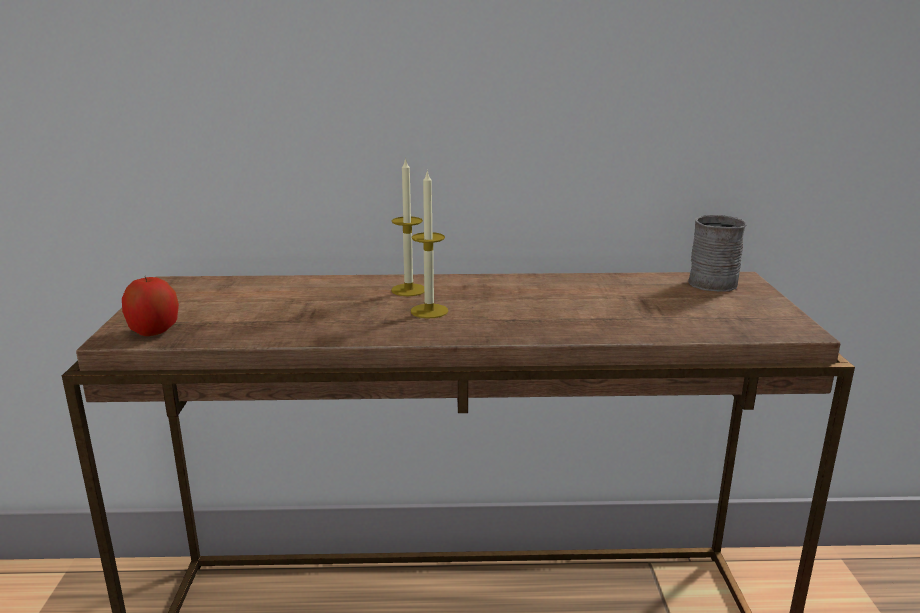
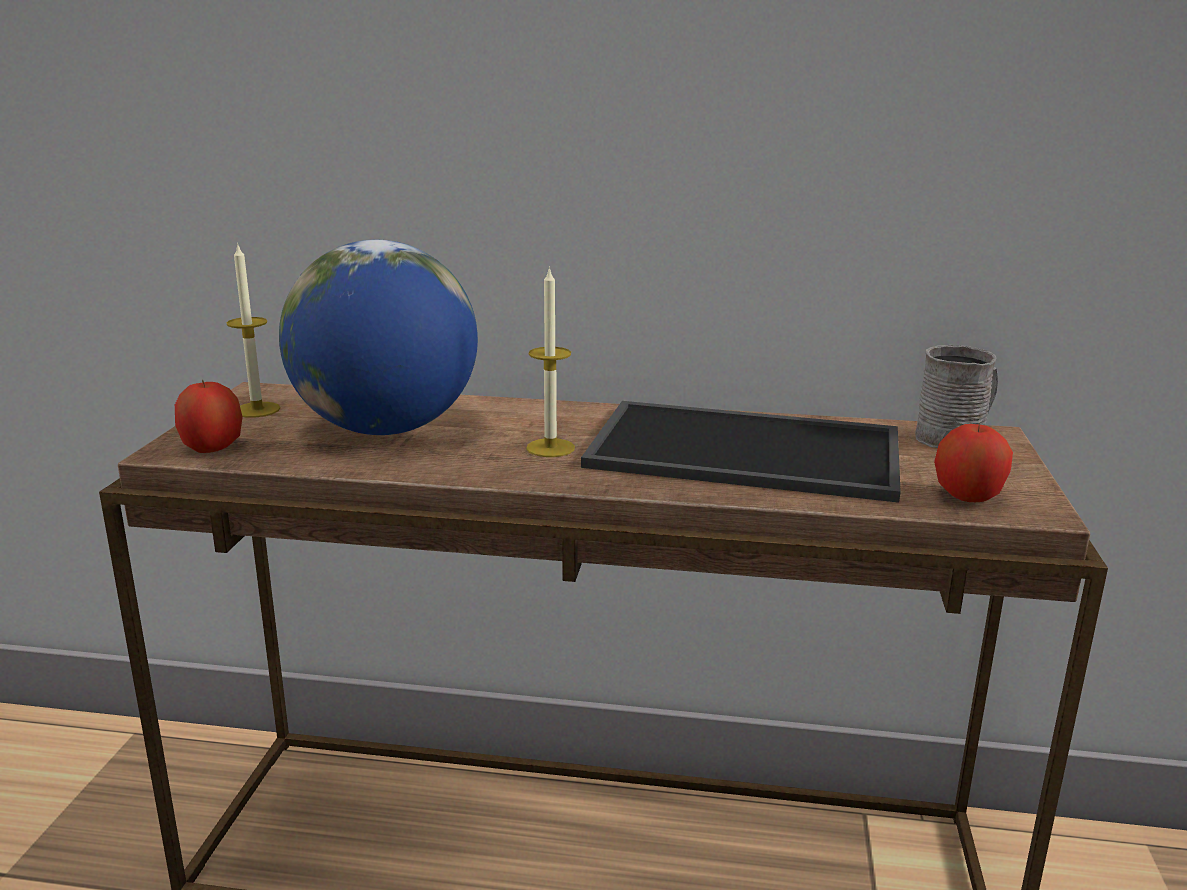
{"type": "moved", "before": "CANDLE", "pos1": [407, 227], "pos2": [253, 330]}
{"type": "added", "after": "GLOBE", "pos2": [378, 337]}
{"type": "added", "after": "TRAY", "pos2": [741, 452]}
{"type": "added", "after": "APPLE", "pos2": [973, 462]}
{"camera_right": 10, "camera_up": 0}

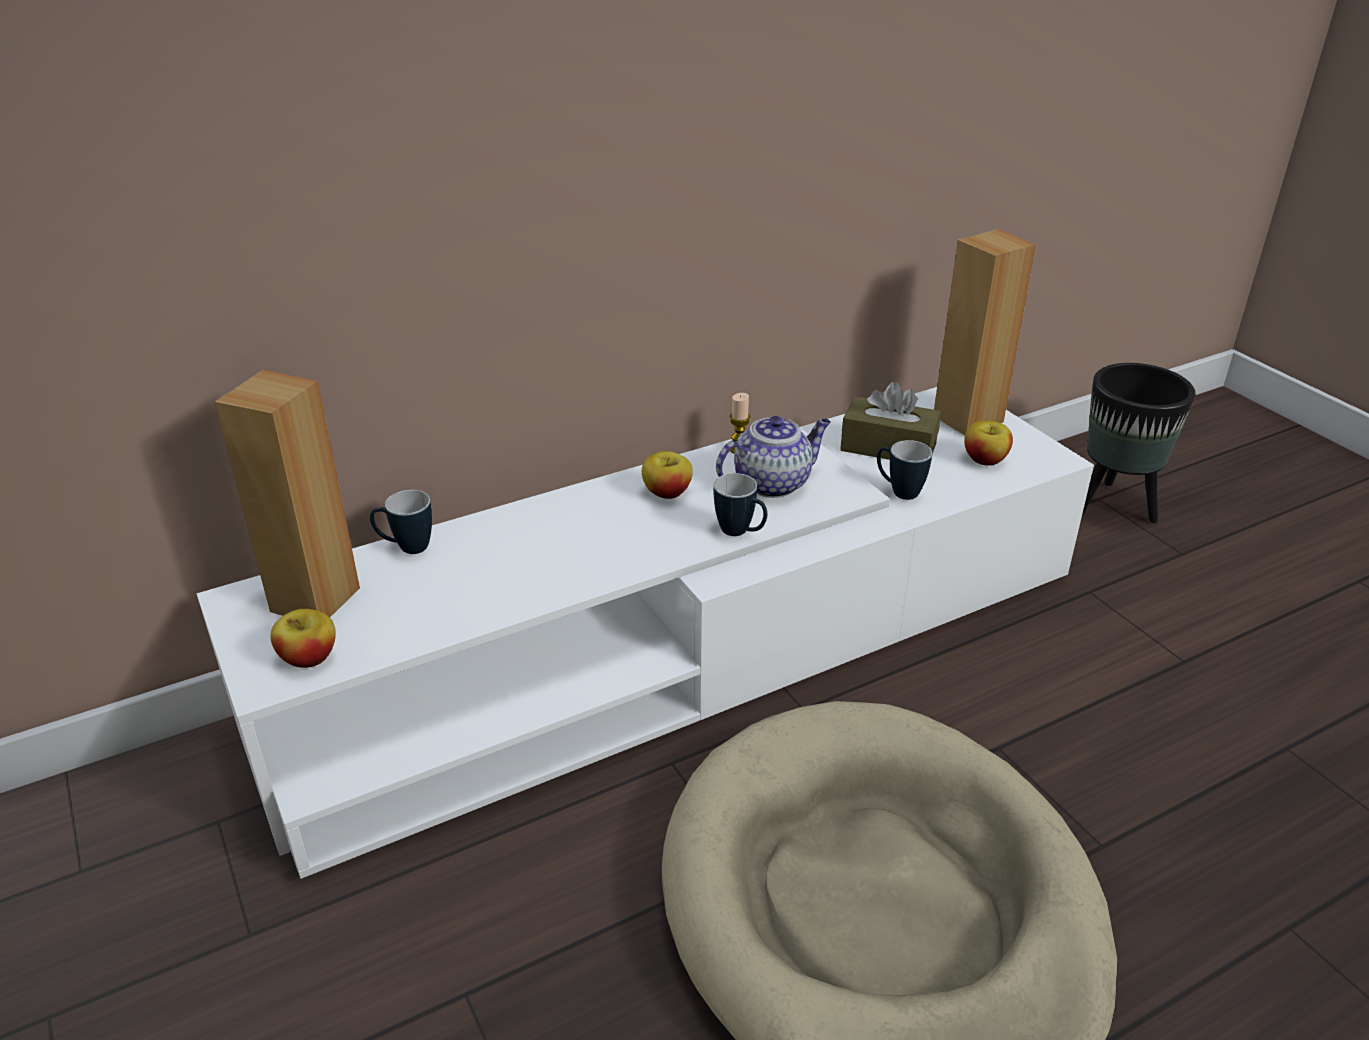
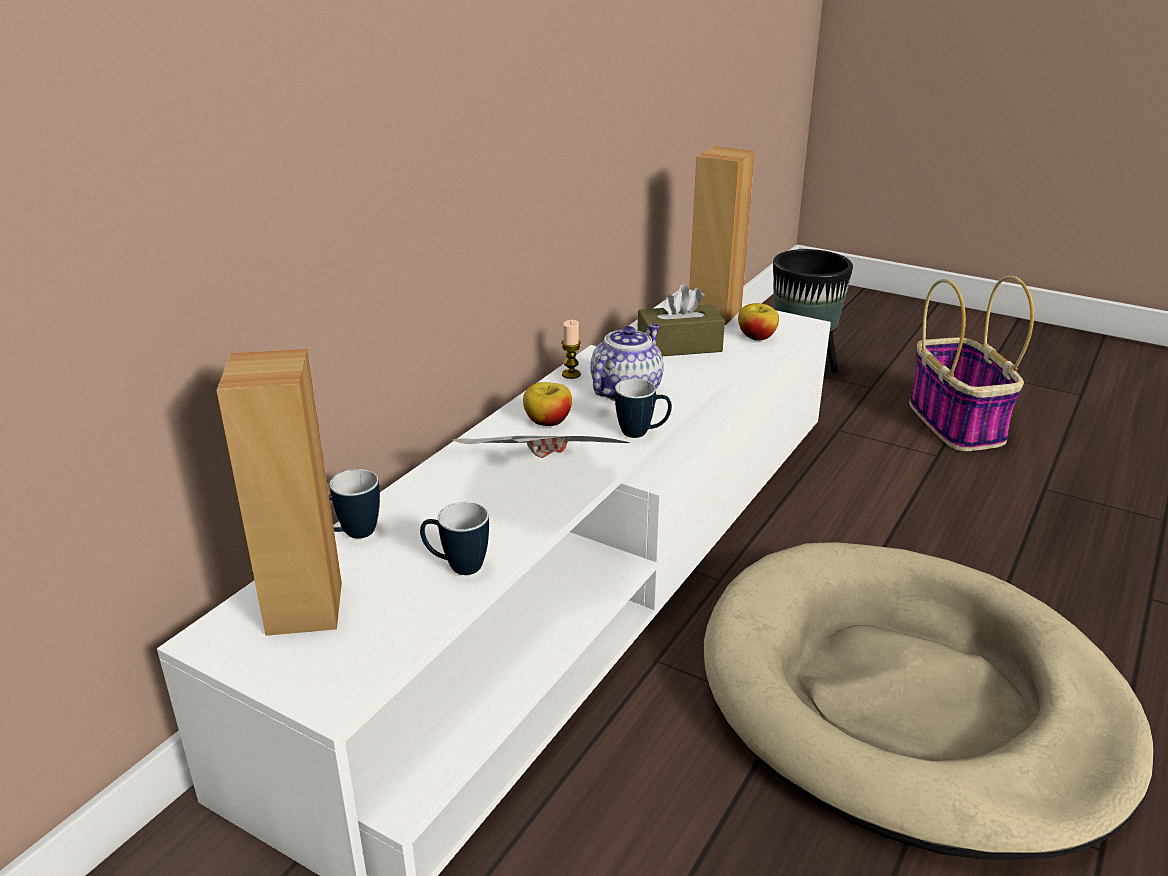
{"type": "moved", "before": "MUG", "pos1": [904, 470], "pos2": [454, 538]}
{"type": "added", "after": "NEWSPAPER", "pos2": [541, 447]}
{"type": "added", "after": "BASKET", "pos2": [971, 363]}
{"type": "removed", "before": "APPLE", "pos1": [303, 638]}
{"camera_right": -30, "camera_up": -5}

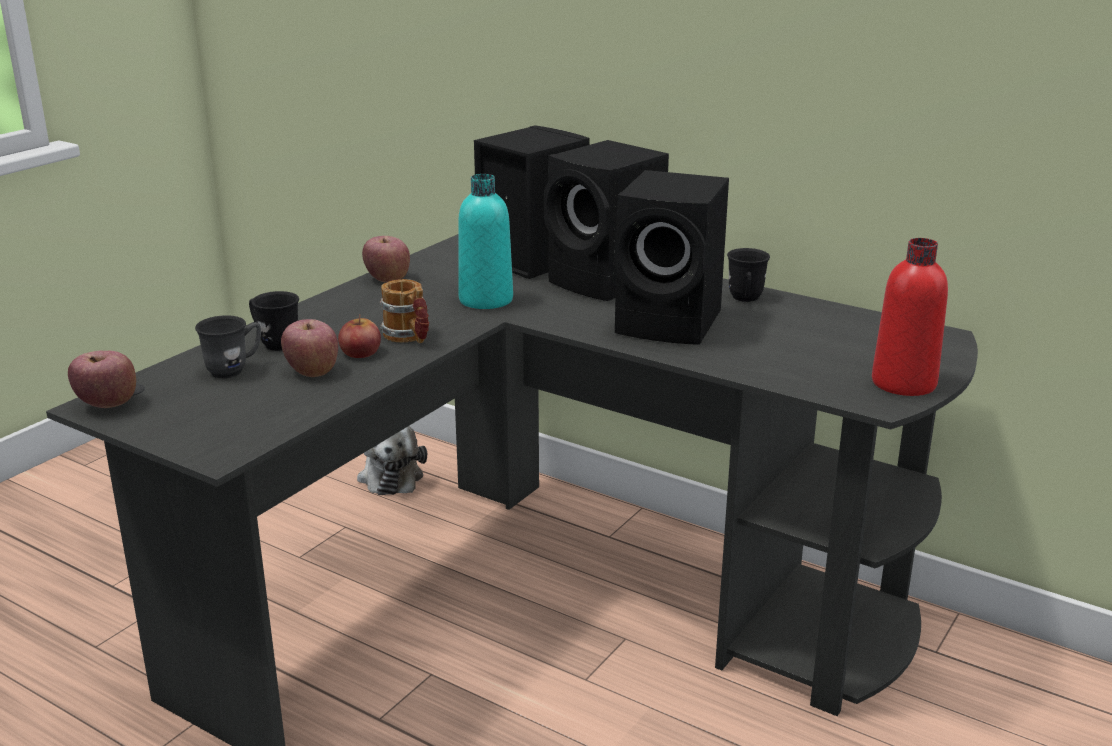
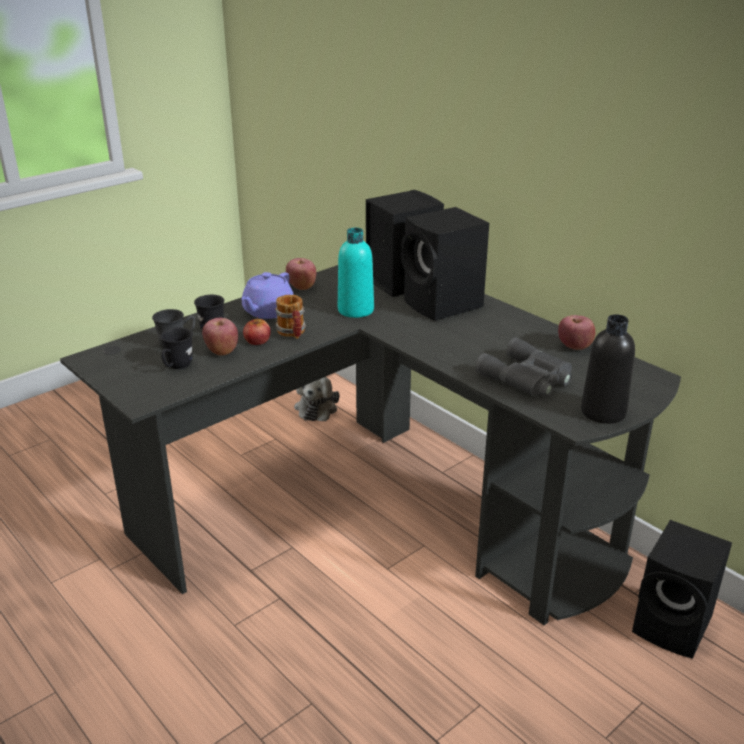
{"type": "moved", "before": "BLACK MUG", "pos1": [748, 275], "pos2": [176, 348]}
{"type": "added", "after": "PURPLE TEAPOT", "pos2": [267, 295]}
{"type": "added", "after": "GREY BINOCULARS", "pos2": [523, 367]}
{"type": "moved", "before": "APPLE", "pos1": [102, 379], "pos2": [576, 332]}
{"type": "recoloured", "before": "RED BOTTLE", "after": "BLACK BOTTLE", "pos1": [910, 317], "pos2": [608, 369]}
{"type": "moved", "before": "BLACK SPEAKER", "pos1": [671, 257], "pos2": [682, 589]}
{"camera_right": 15, "camera_up": 5}

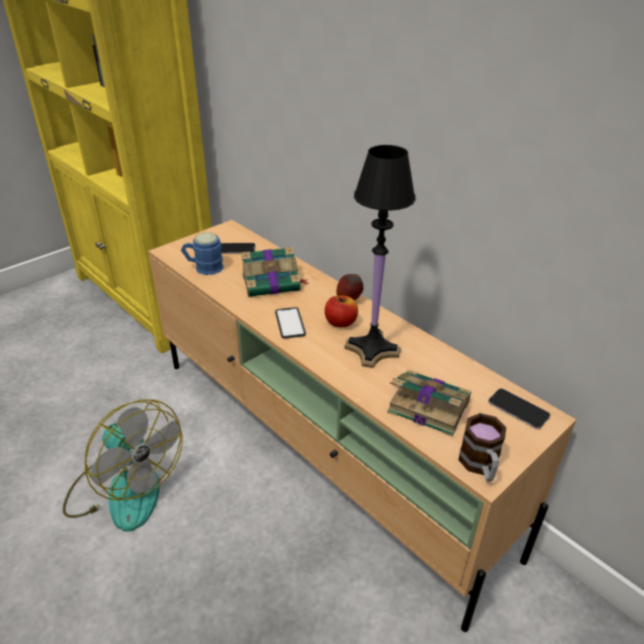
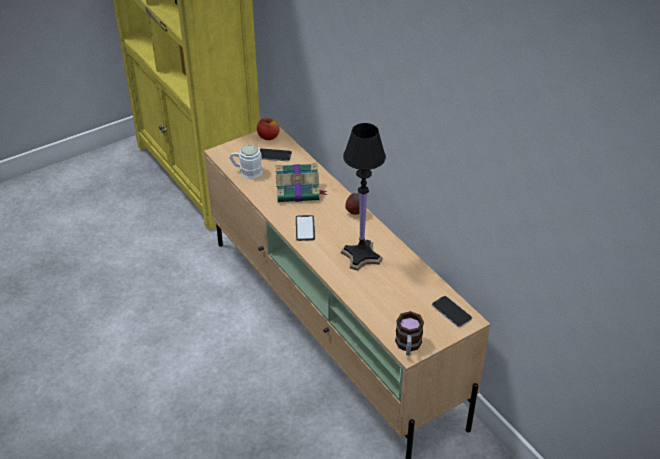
{"type": "recoloured", "before": "BLUE MUG", "after": "WHITE MUG", "pos1": [202, 254], "pos2": [246, 162]}
{"type": "moved", "before": "APPLE", "pos1": [341, 311], "pos2": [268, 129]}
{"type": "removed", "before": "FAN", "pos1": [122, 465]}
{"type": "removed", "before": "BOOK", "pos1": [429, 403]}
{"camera_right": 10, "camera_up": 5}

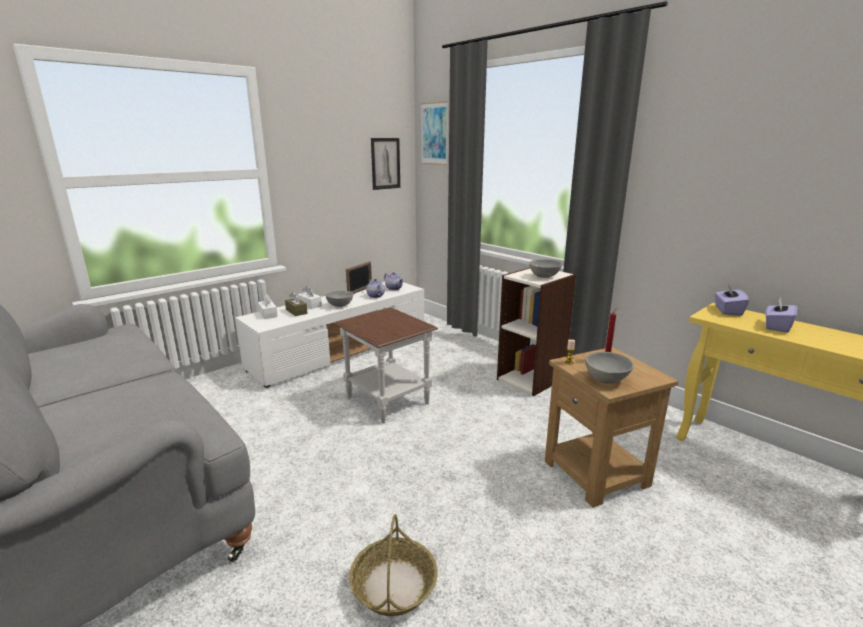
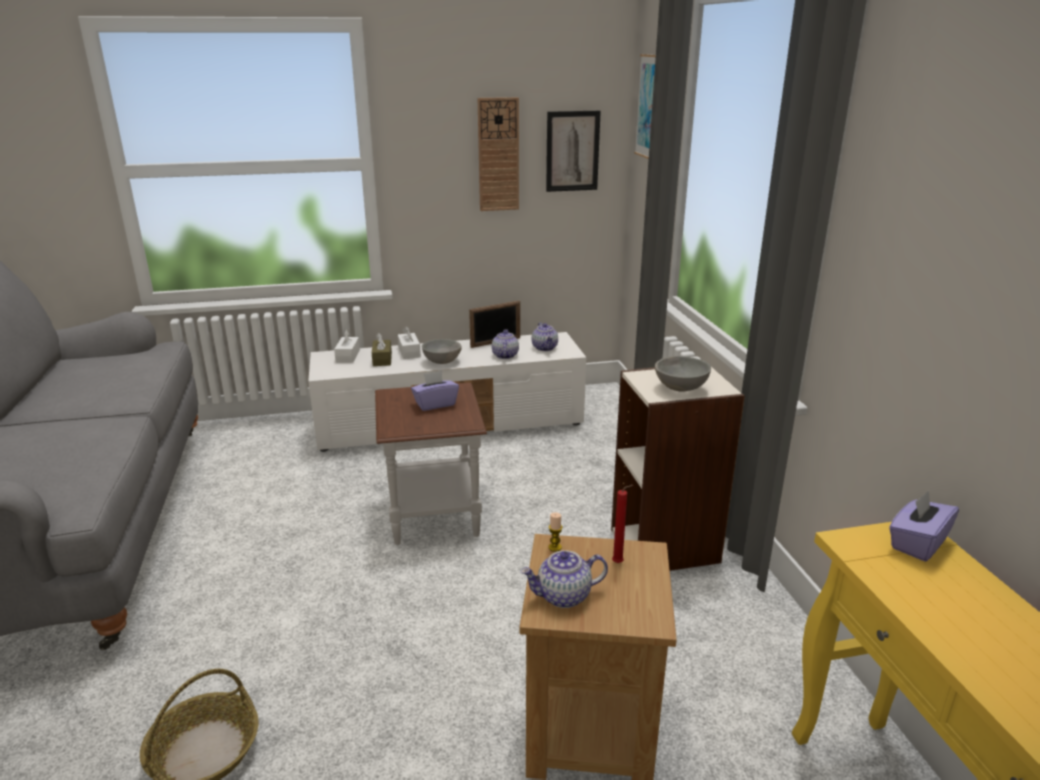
{"type": "moved", "before": "PURPLE TISSUE BOX", "pos1": [781, 315], "pos2": [435, 391]}
{"type": "added", "after": "WALL CLOCK", "pos2": [498, 154]}
{"type": "replaced", "before": "GREY BOWL", "after": "TEAPOT", "pos1": [609, 367], "pos2": [564, 579]}
{"camera_right": 30, "camera_up": 5}

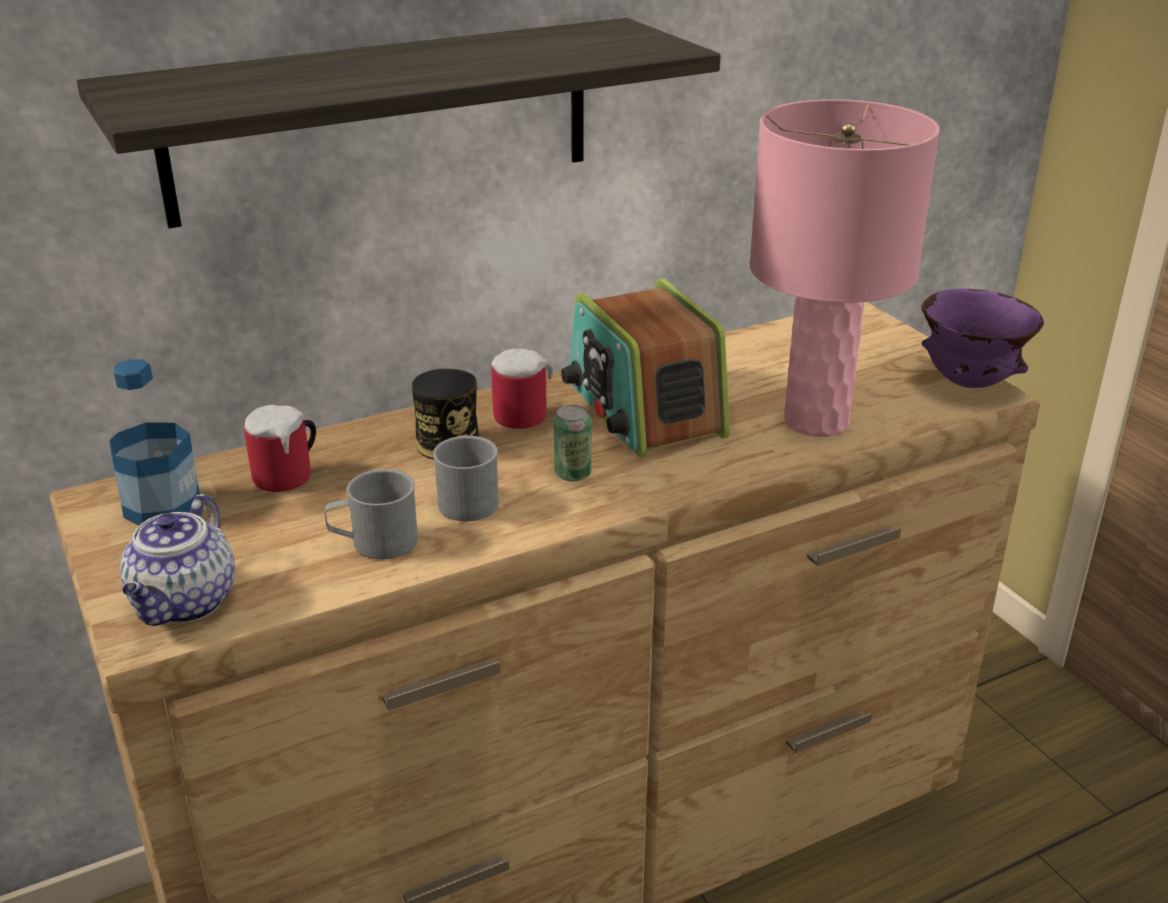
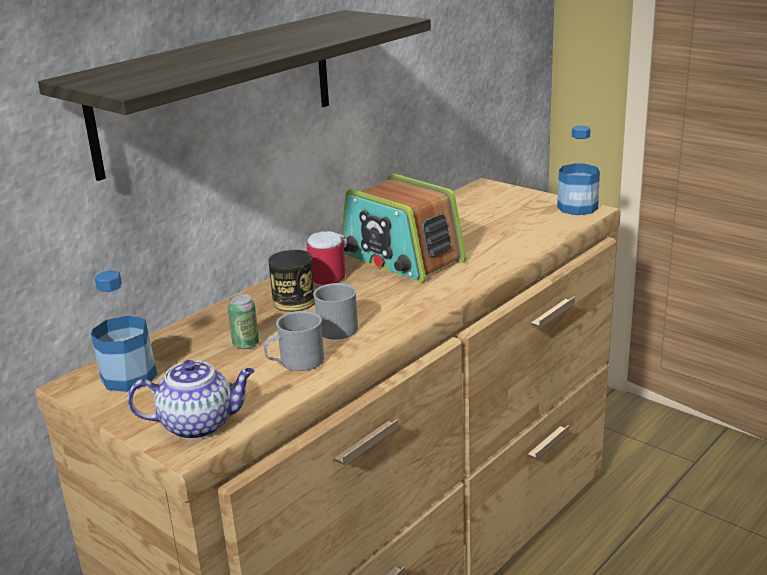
{"type": "turned", "before": "TEAPOT", "pos1": [177, 560], "pos2": [191, 400], "turn": -90}
{"type": "moved", "before": "CAN", "pos1": [573, 443], "pos2": [243, 321]}
{"type": "replaced", "before": "PURPLE BOWL", "after": "BOTTLE", "pos1": [982, 338], "pos2": [578, 170]}
{"type": "removed", "before": "MUG", "pos1": [280, 448]}
{"type": "removed", "before": "PINK TABLE LAMP", "pos1": [844, 268]}
{"camera_right": -20, "camera_up": -5}

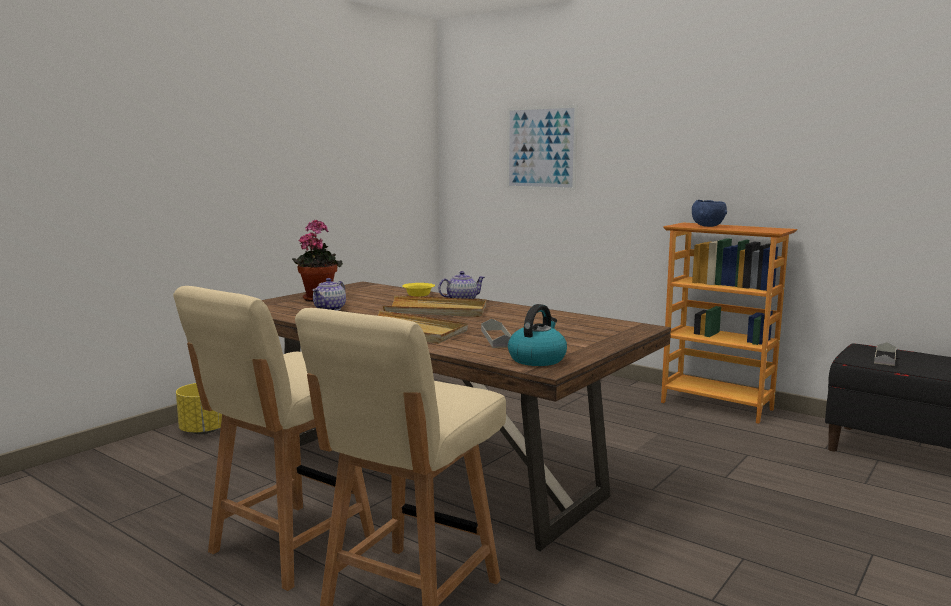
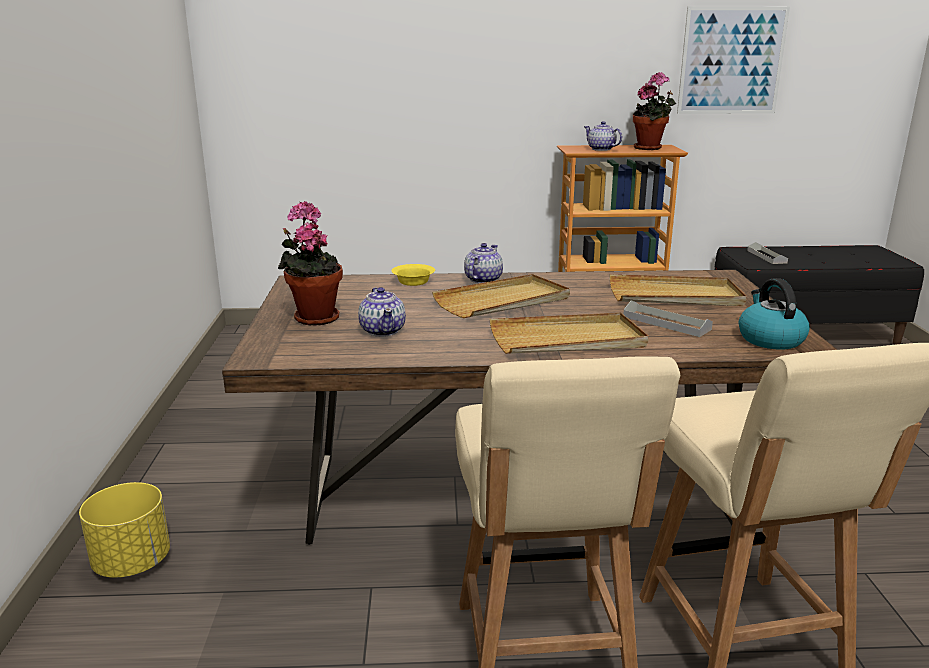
{"type": "replaced", "before": "BLUE BOWL", "after": "TEAPOT", "pos1": [709, 213], "pos2": [603, 136]}
{"type": "added", "after": "BEIGE TRAY", "pos2": [678, 290]}
{"type": "added", "after": "POTTED PLANT", "pos2": [655, 111]}
{"type": "moved", "before": "PICTURE", "pos1": [542, 148], "pos2": [733, 60]}
{"camera_right": -40, "camera_up": 10}

